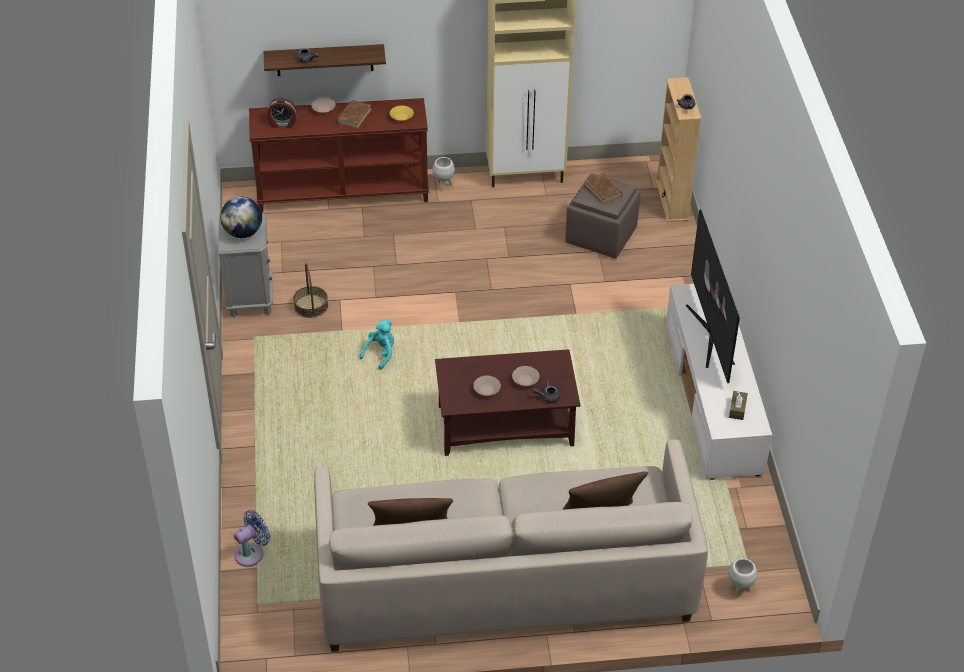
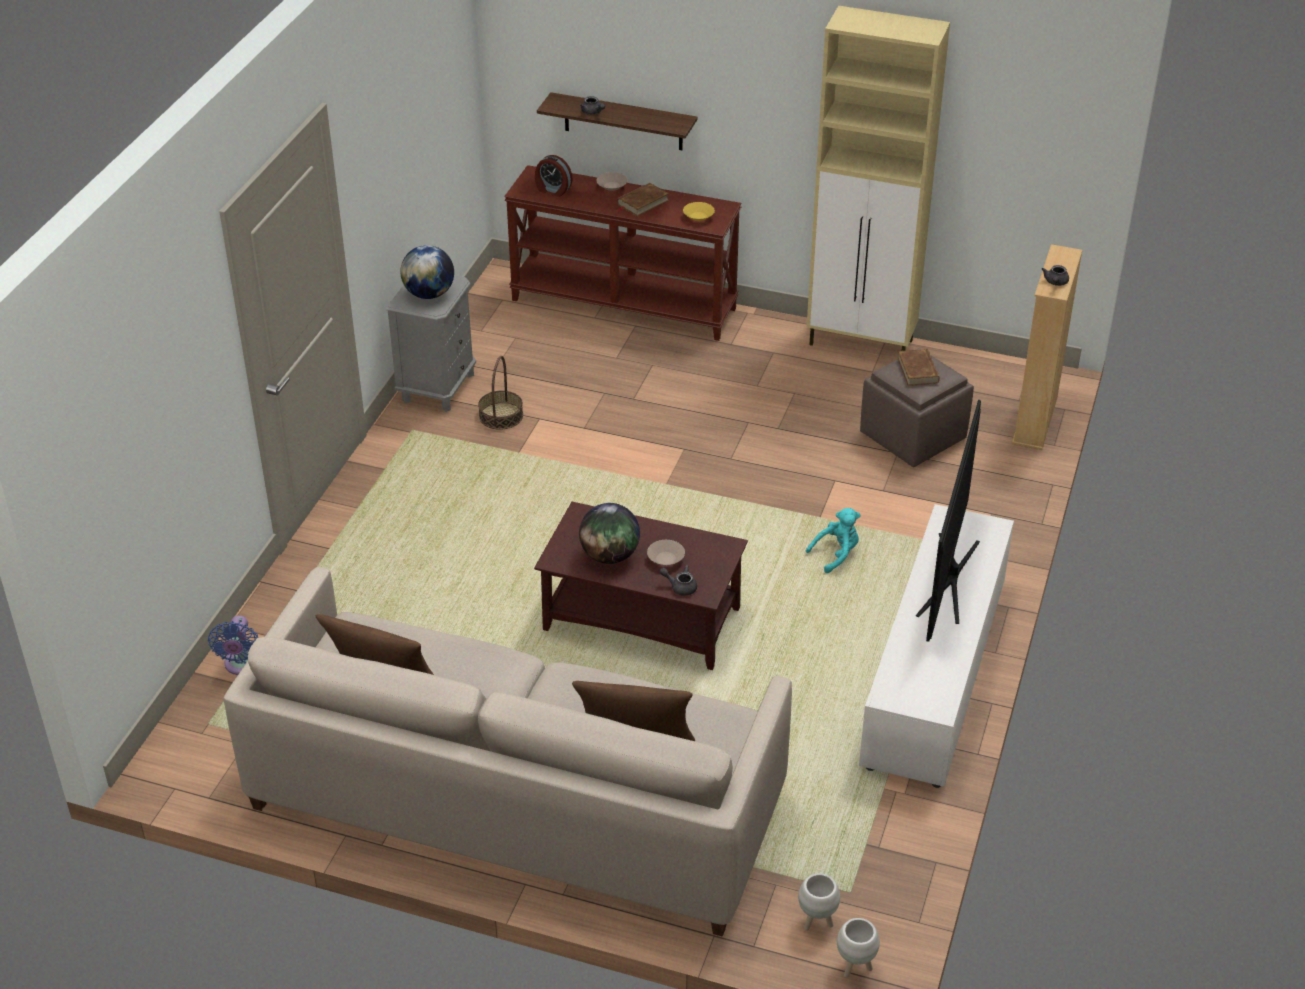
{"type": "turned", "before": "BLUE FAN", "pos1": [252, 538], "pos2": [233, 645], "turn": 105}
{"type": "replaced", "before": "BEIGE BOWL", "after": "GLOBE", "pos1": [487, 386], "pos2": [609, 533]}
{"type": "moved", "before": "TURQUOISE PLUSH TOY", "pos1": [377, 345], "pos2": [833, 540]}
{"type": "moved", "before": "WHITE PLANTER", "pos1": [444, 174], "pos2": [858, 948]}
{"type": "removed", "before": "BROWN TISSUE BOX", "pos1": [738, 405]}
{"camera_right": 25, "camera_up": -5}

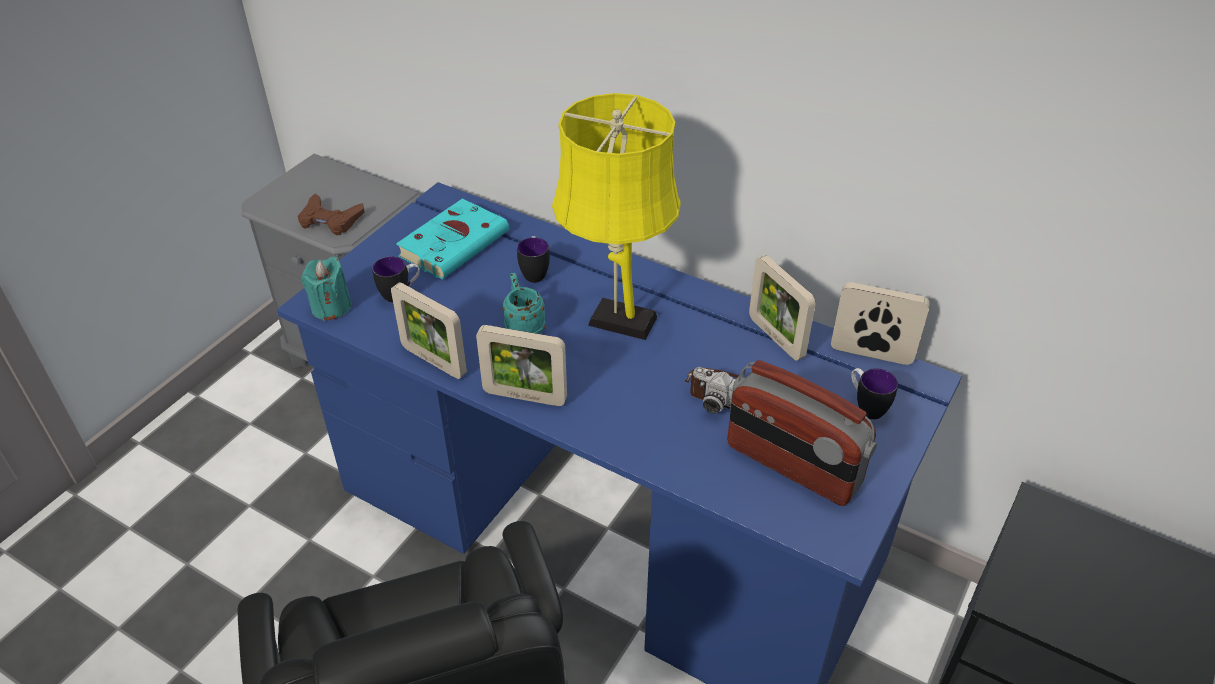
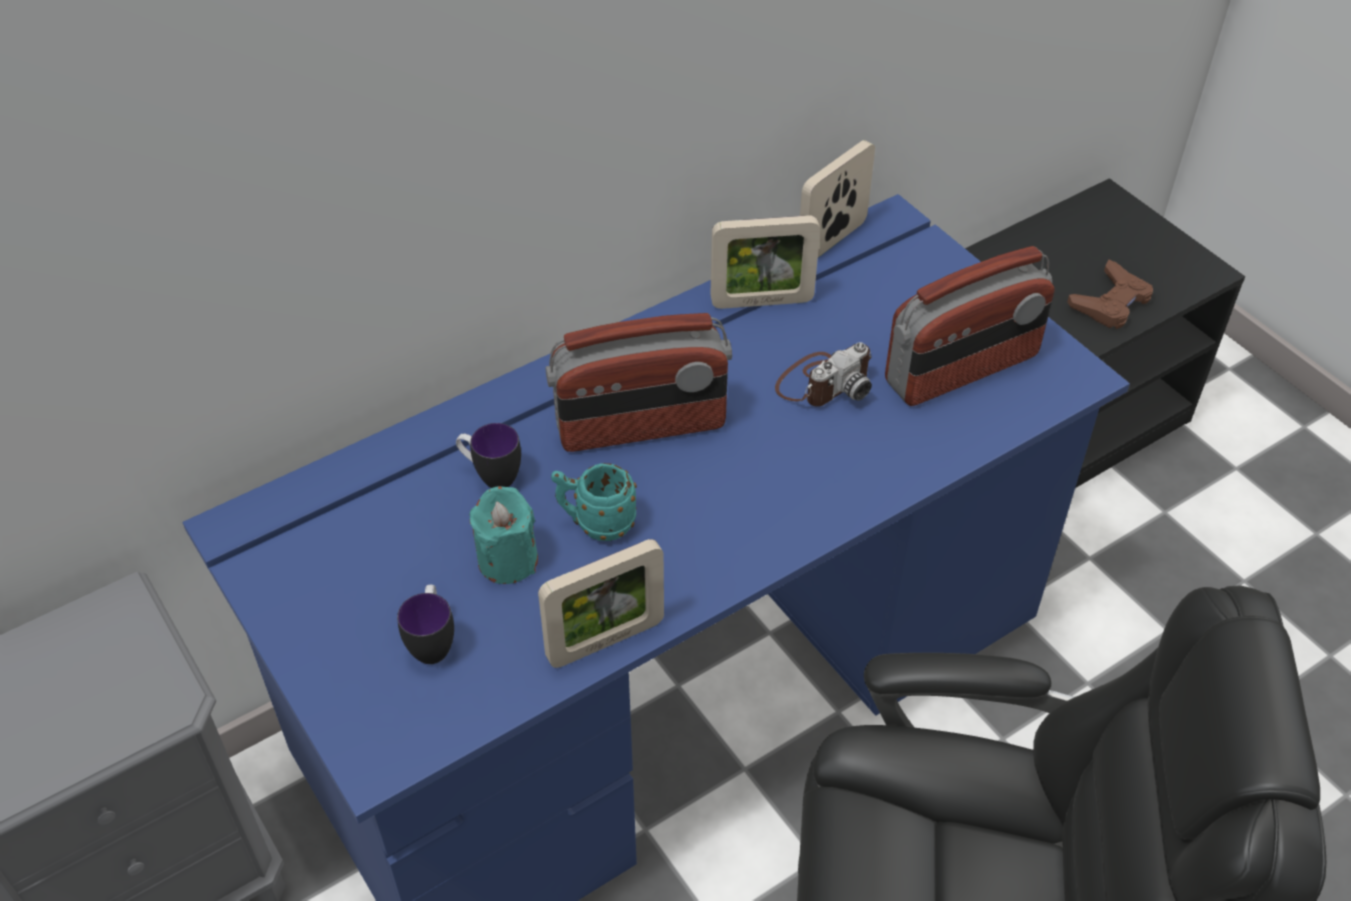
{"type": "moved", "before": "TURQUOISE CANDLE", "pos1": [327, 289], "pos2": [503, 535]}
{"type": "replaced", "before": "YELLOW TABLE LAMP", "after": "RADIO", "pos1": [616, 216], "pos2": [638, 382]}
{"type": "moved", "before": "BROWN GAME CONTROLLER", "pos1": [331, 214], "pos2": [1110, 294]}
{"type": "removed", "before": "TURQUOISE BOOK", "pos1": [452, 238]}
{"type": "removed", "before": "PICTURE FRAME", "pos1": [521, 365]}
{"type": "removed", "before": "MUG", "pos1": [874, 393]}
{"camera_right": -65, "camera_up": 5}

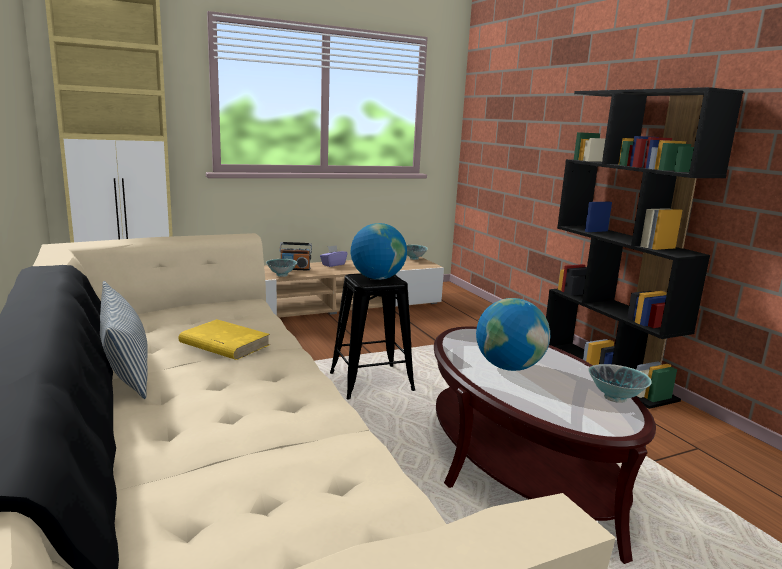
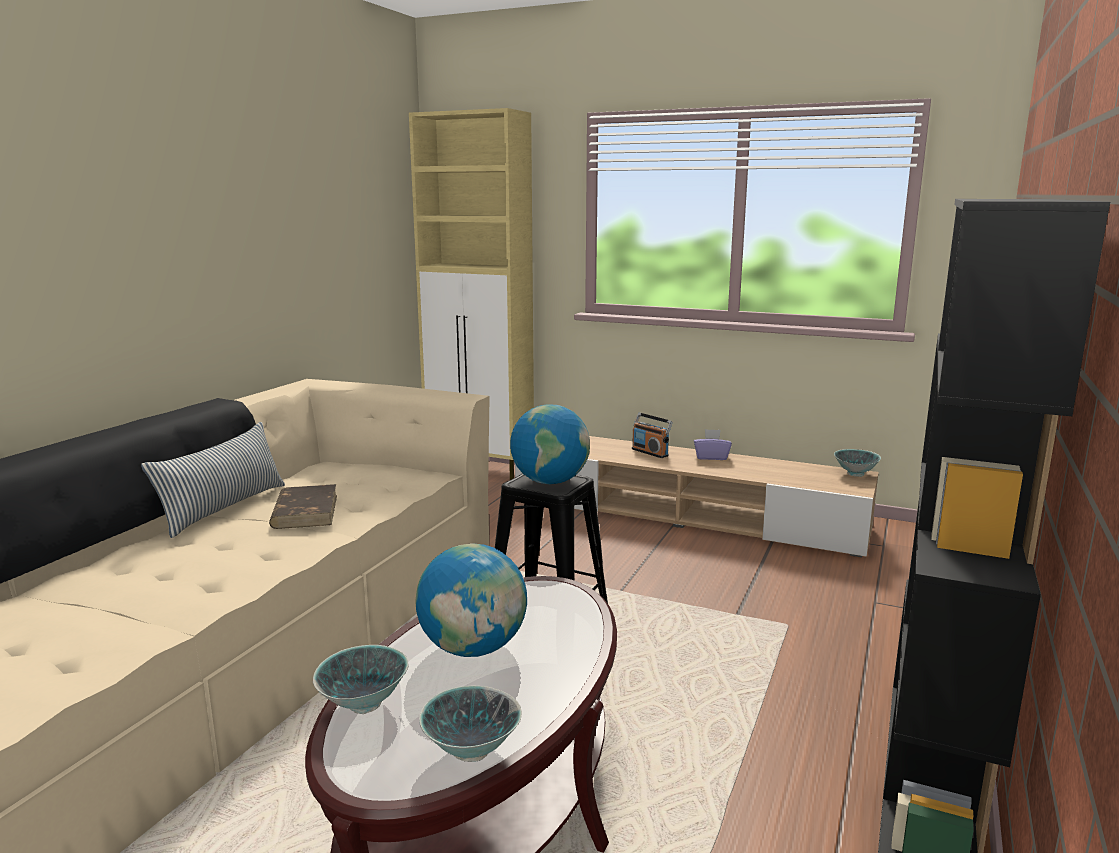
{"type": "recoloured", "before": "YELLOW BOOK", "after": "BROWN BOOK", "pos1": [224, 339], "pos2": [303, 506]}
{"type": "moved", "before": "BOWL", "pos1": [281, 268], "pos2": [361, 679]}
{"camera_right": 50, "camera_up": 0}

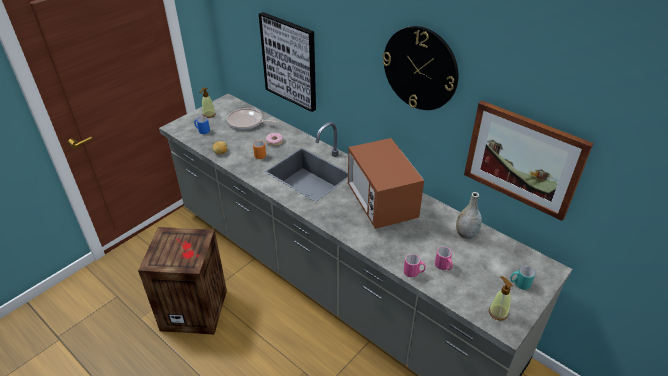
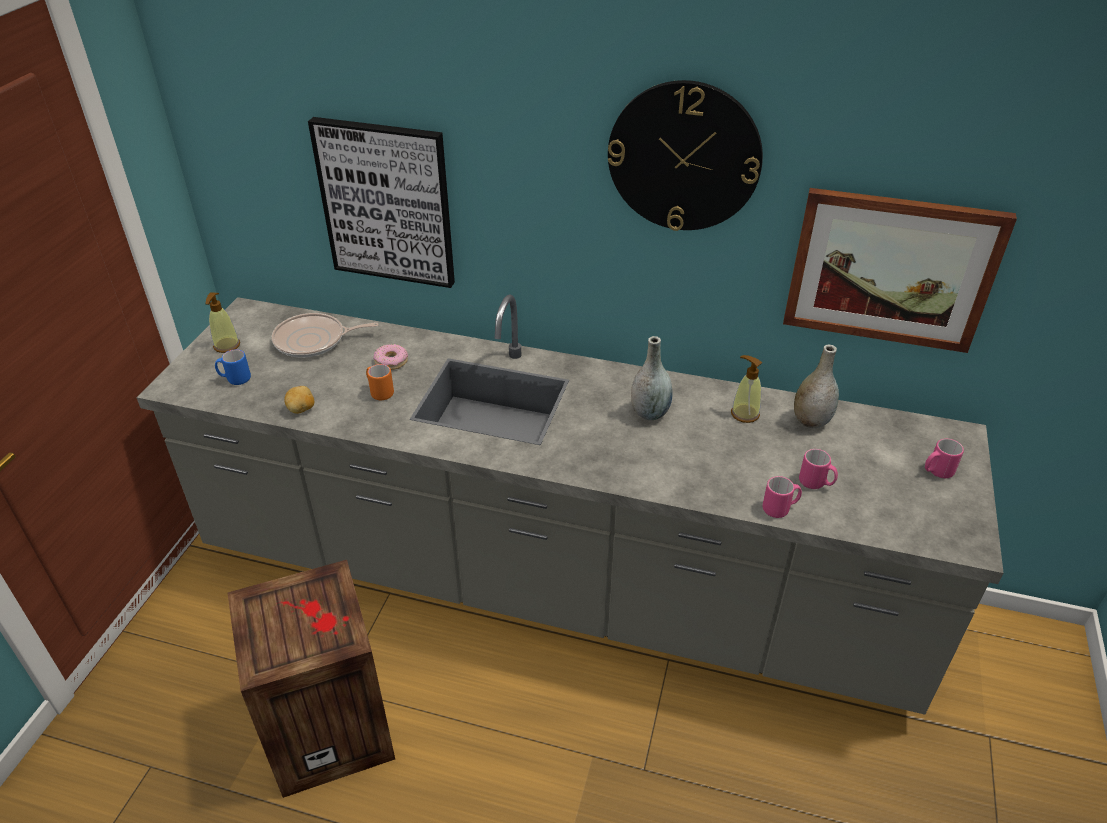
{"type": "replaced", "before": "MICROWAVE", "after": "GREY VASE", "pos1": [386, 183], "pos2": [651, 378]}
{"type": "moved", "before": "SOAP DISPENSER", "pos1": [501, 298], "pos2": [746, 389]}
{"type": "recoloured", "before": "TURQUOISE MUG", "after": "PINK MUG", "pos1": [522, 278], "pos2": [944, 458]}
{"camera_right": -25, "camera_up": 0}

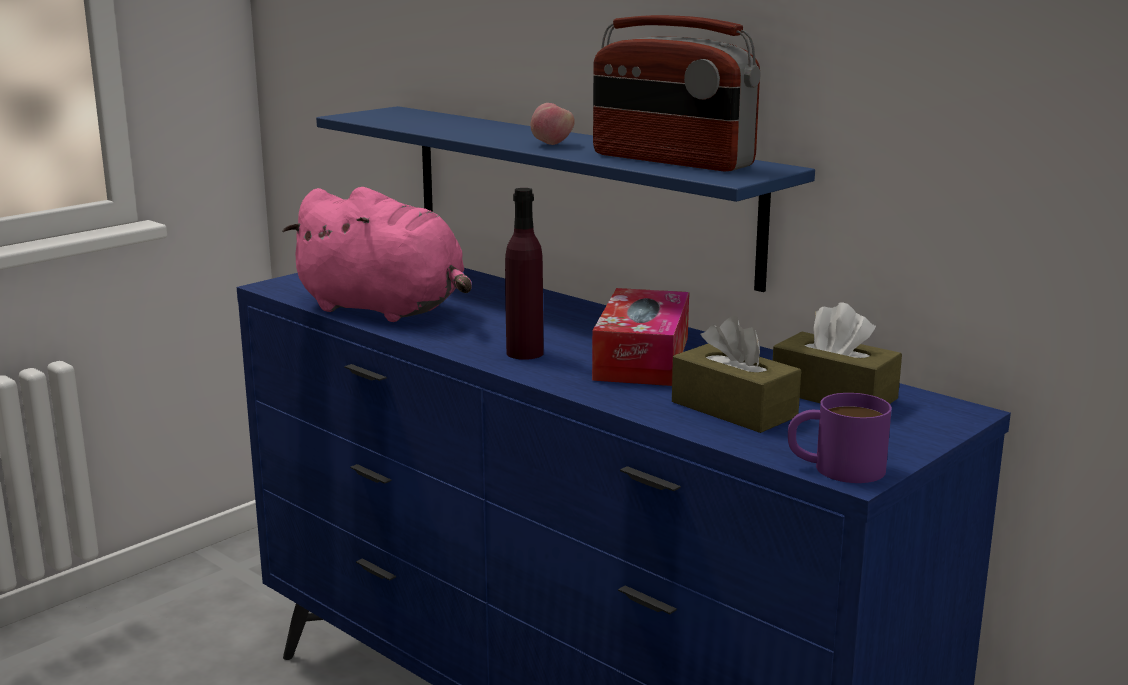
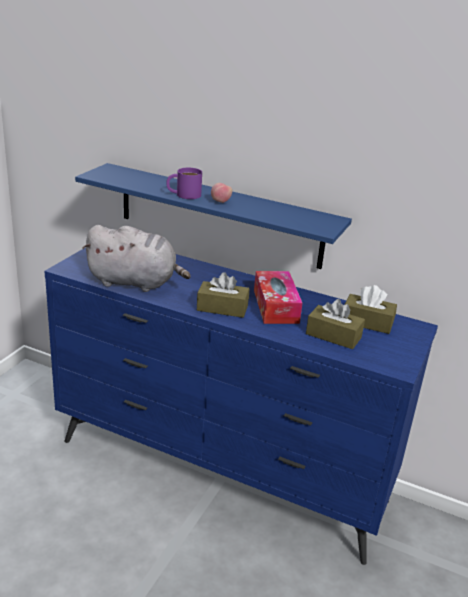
{"type": "recoloured", "before": "PINK PLUSH TOY", "after": "GREY PLUSH TOY", "pos1": [377, 254], "pos2": [136, 258]}
{"type": "moved", "before": "PURPLE MUG", "pos1": [840, 438], "pos2": [184, 183]}
{"type": "replaced", "before": "PURPLE BOTTLE", "after": "BROWN TISSUE BOX", "pos1": [524, 274], "pos2": [223, 295]}
{"type": "removed", "before": "RADIO", "pos1": [677, 93]}
{"camera_right": -20, "camera_up": 10}

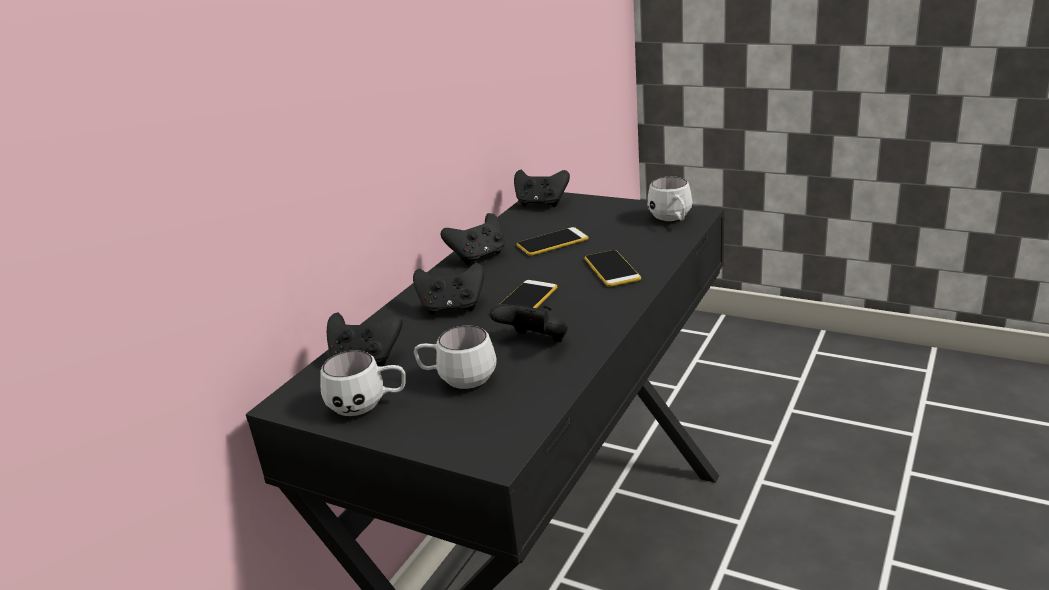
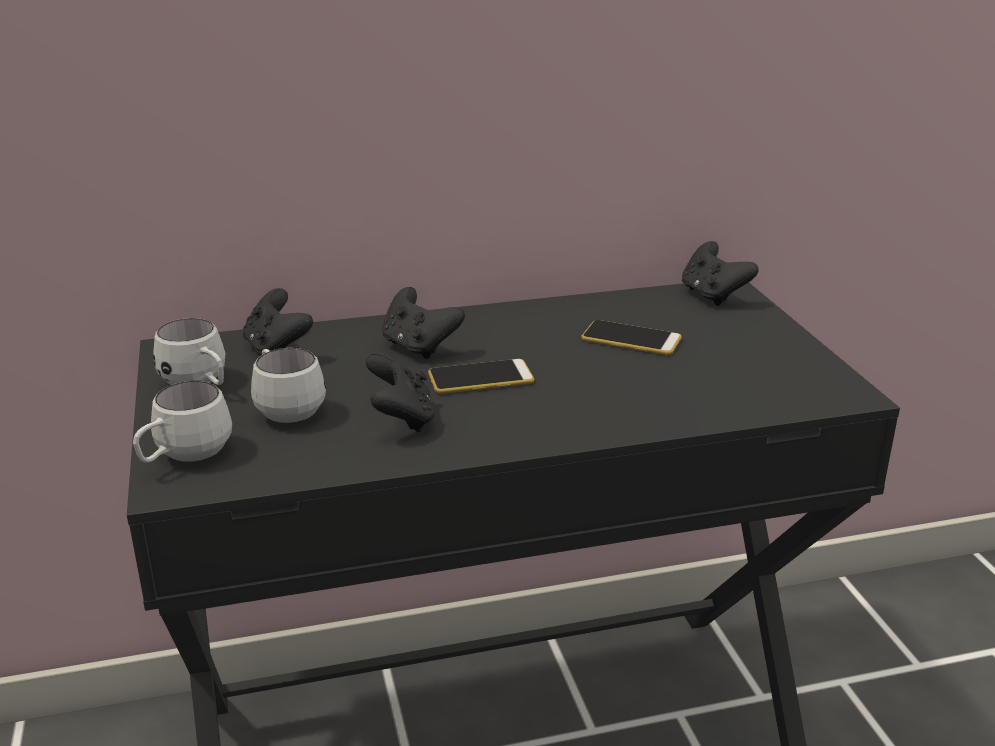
{"type": "moved", "before": "WHITE MUG", "pos1": [670, 199], "pos2": [182, 422]}
{"type": "removed", "before": "BLACK GAME CONTROLLER", "pos1": [473, 239]}
{"type": "removed", "before": "PHONE", "pos1": [613, 268]}
{"camera_right": 45, "camera_up": 0}

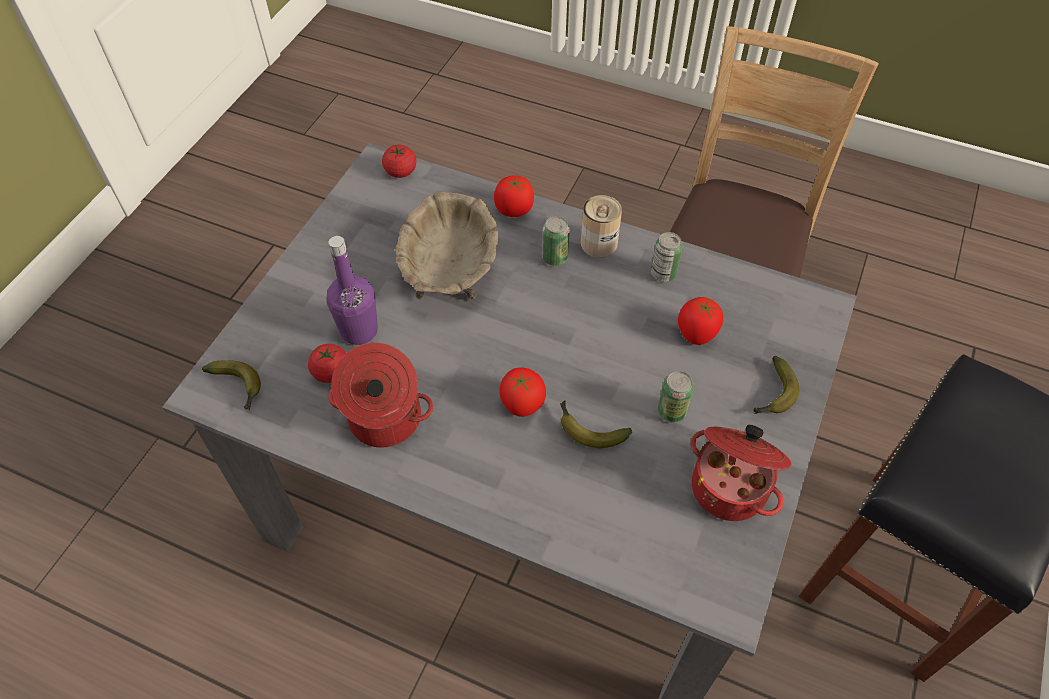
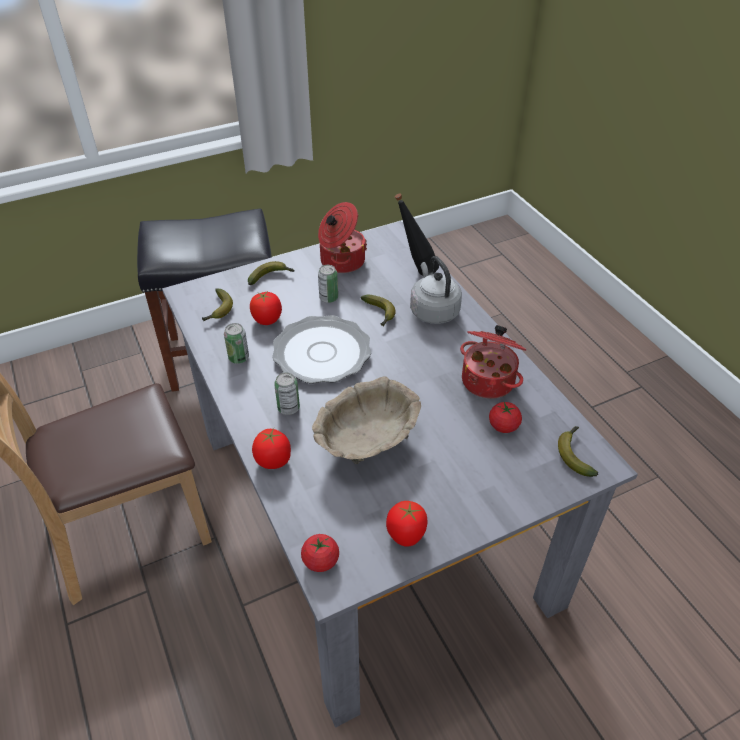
{"type": "added", "after": "BANANA", "pos2": [217, 304]}
{"type": "added", "after": "PLATE", "pos2": [321, 349]}
{"type": "moved", "before": "TOMATO", "pos1": [522, 392], "pos2": [407, 524]}
{"type": "added", "after": "BLACK BOTTLE", "pos2": [417, 234]}
{"type": "added", "after": "GREY KETTLE", "pos2": [436, 290]}
{"type": "removed", "before": "PURPLE BOTTLE", "pos1": [352, 290]}
{"type": "removed", "before": "CAN", "pos1": [601, 226]}
{"camera_right": -140, "camera_up": -10}

